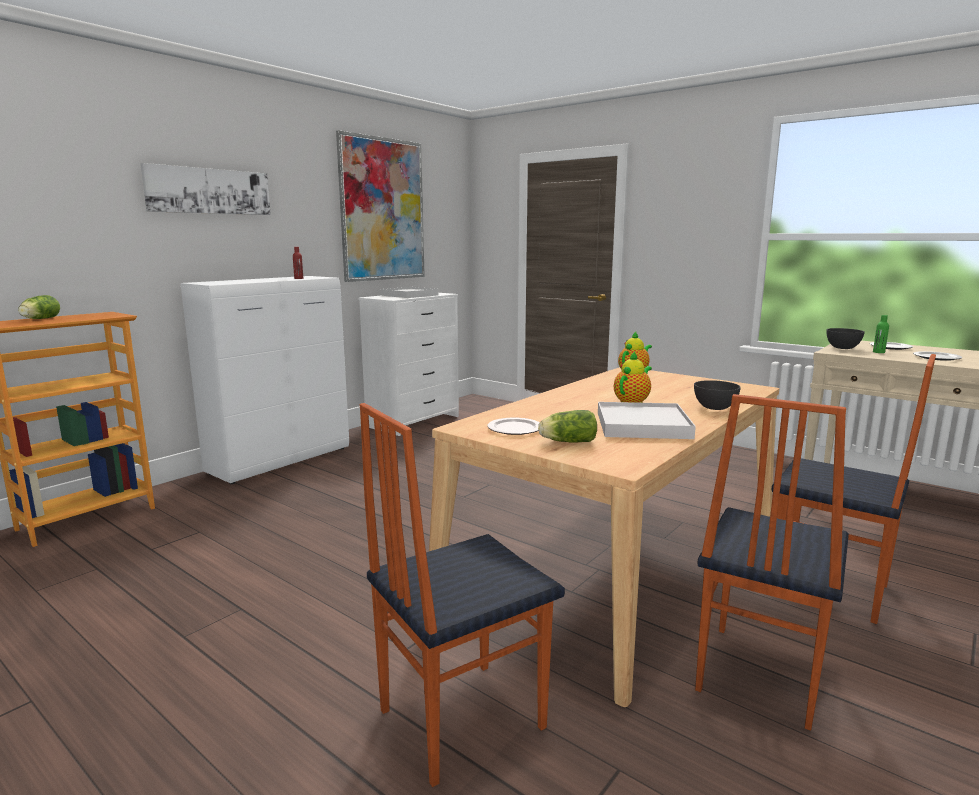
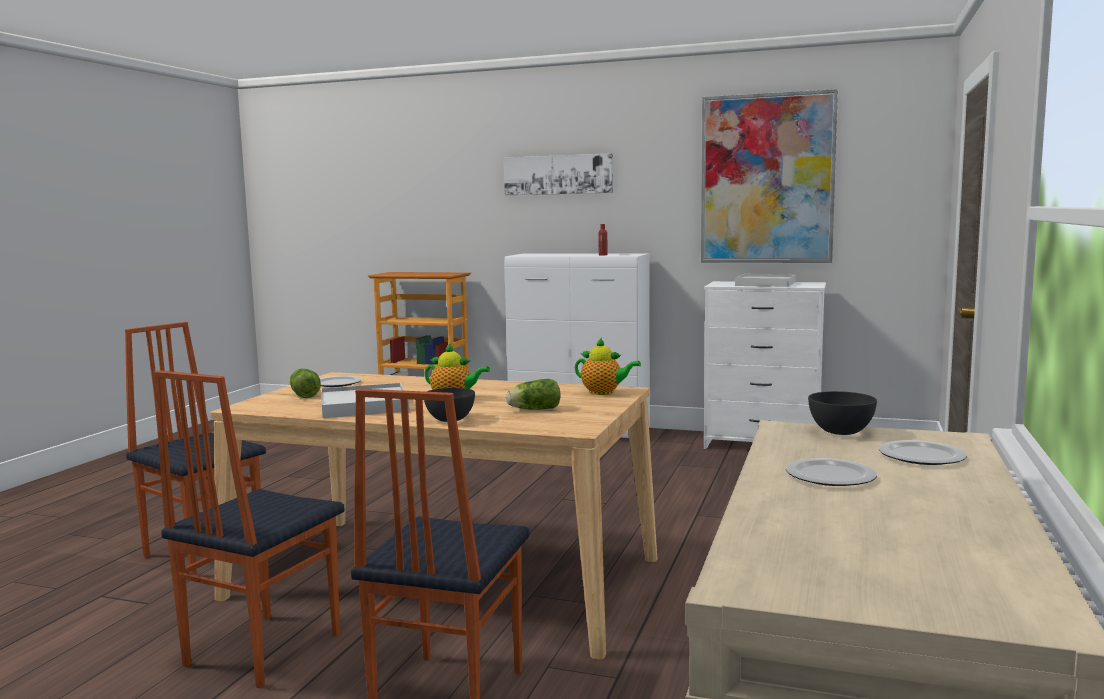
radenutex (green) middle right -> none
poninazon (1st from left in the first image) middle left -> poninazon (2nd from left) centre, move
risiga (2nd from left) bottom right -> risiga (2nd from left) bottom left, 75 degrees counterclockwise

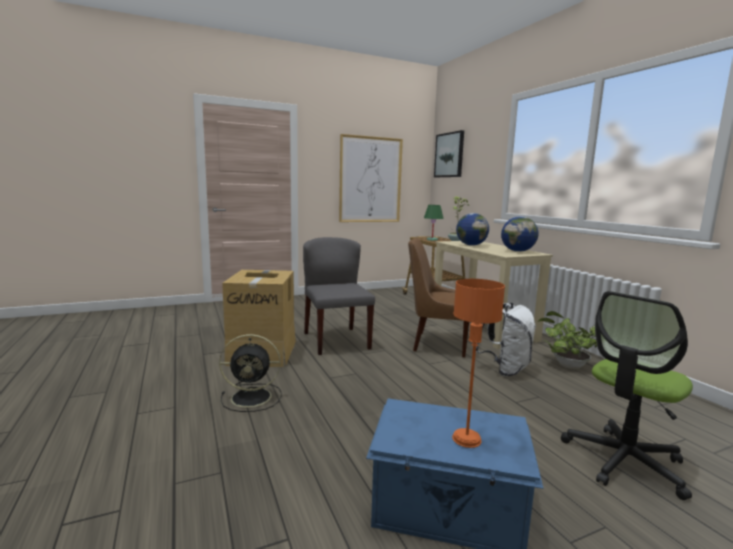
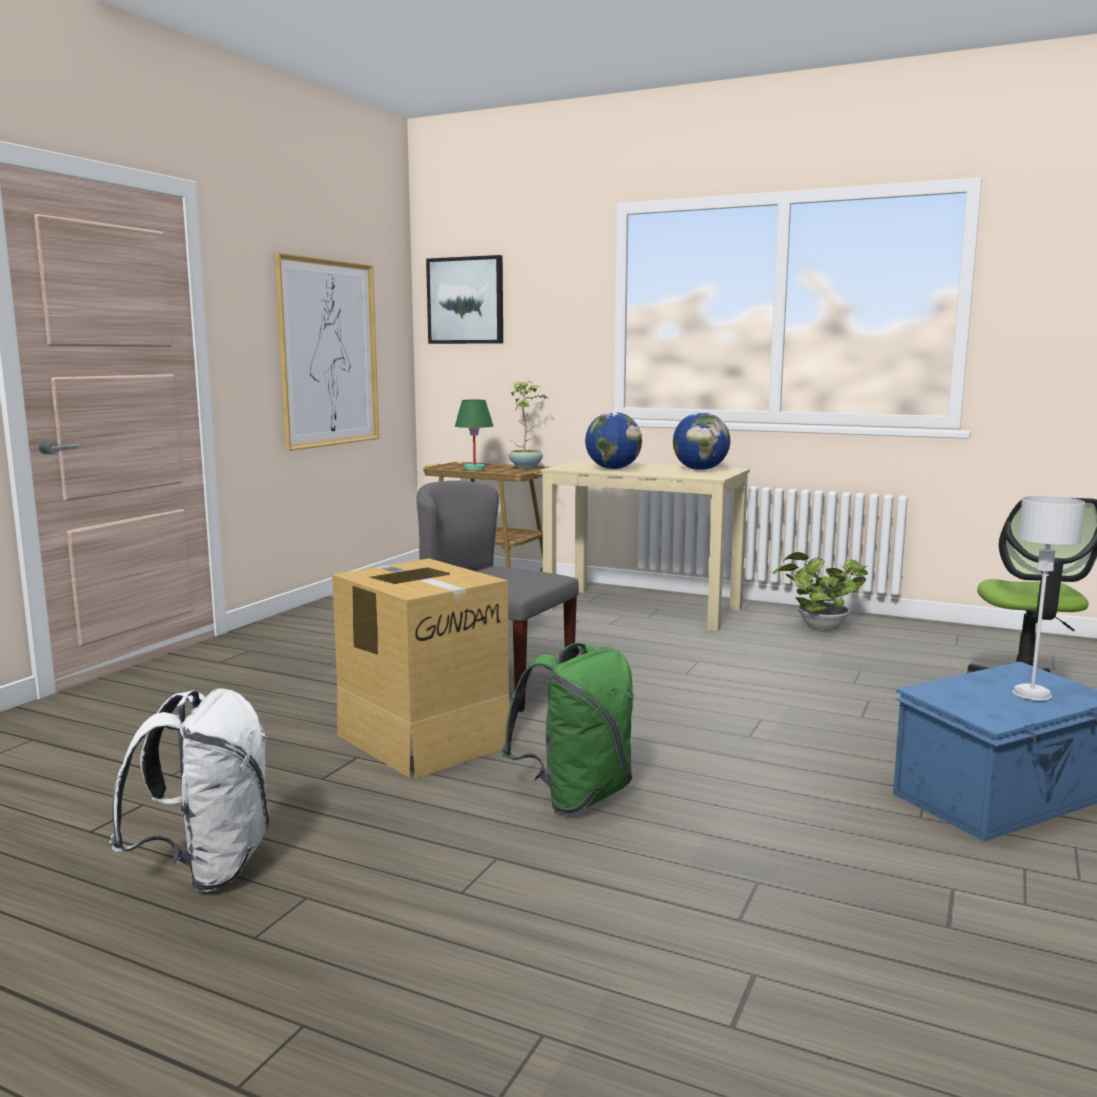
risiga (brown) centre -> none
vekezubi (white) middle right -> vekezubi (white) bottom left, move
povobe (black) bottom centre -> vekezubi (green) centre
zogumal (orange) centre -> zogumal (grey) middle right

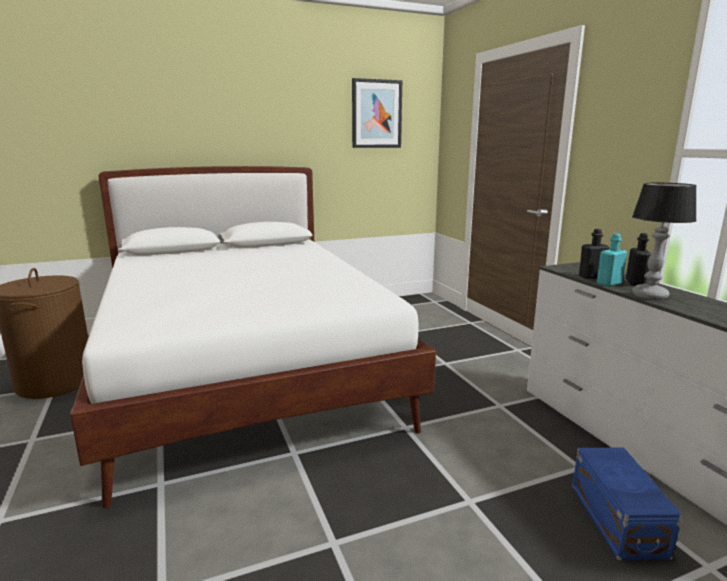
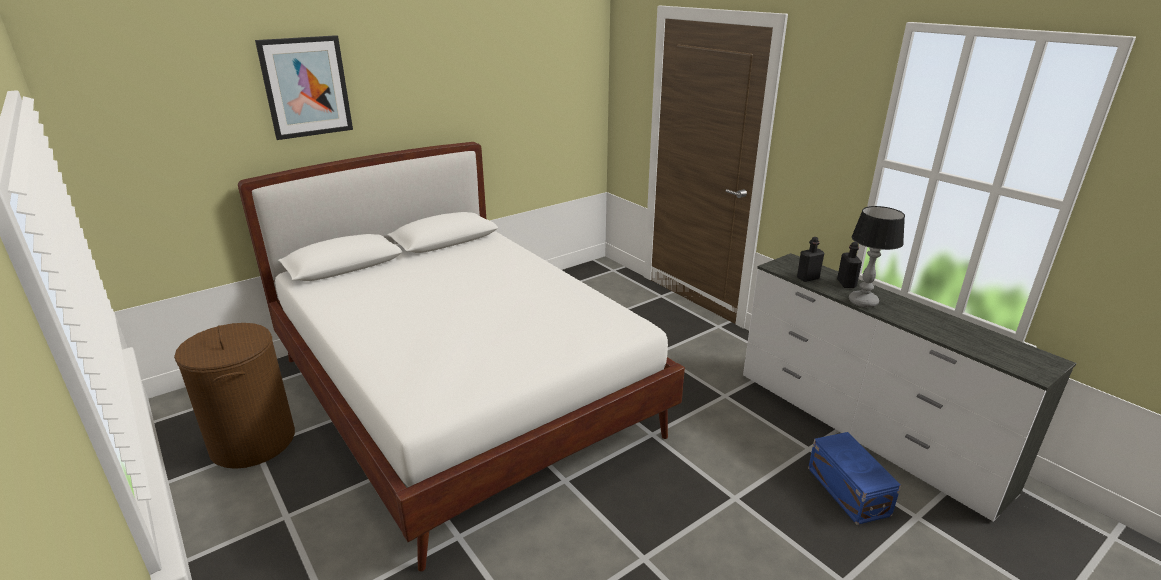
radenutex (turquoise) middle right -> none
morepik top centre -> morepik top left, move

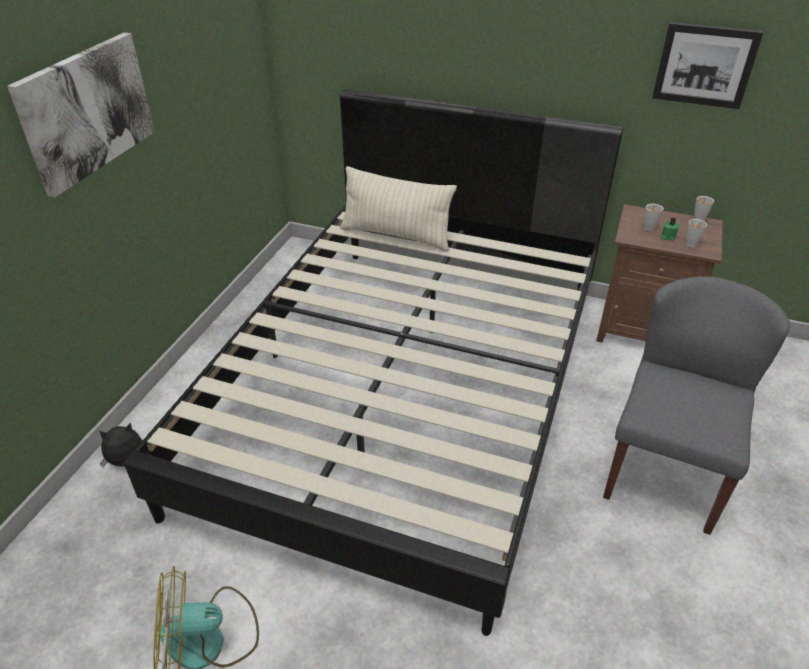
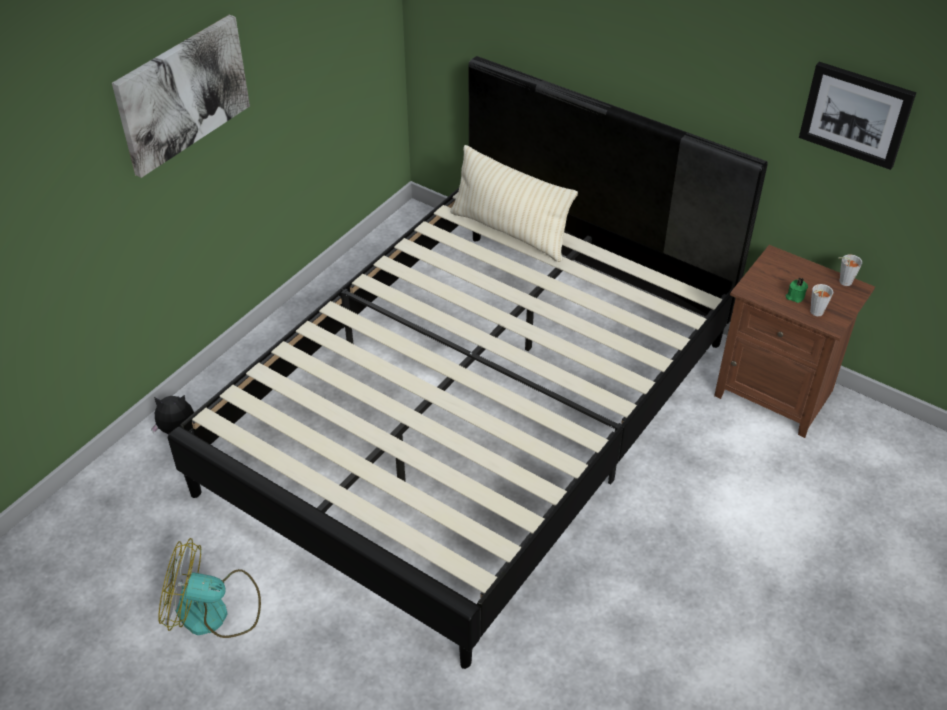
risiga (grey) middle right -> none
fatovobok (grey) (1st from left) top right -> none

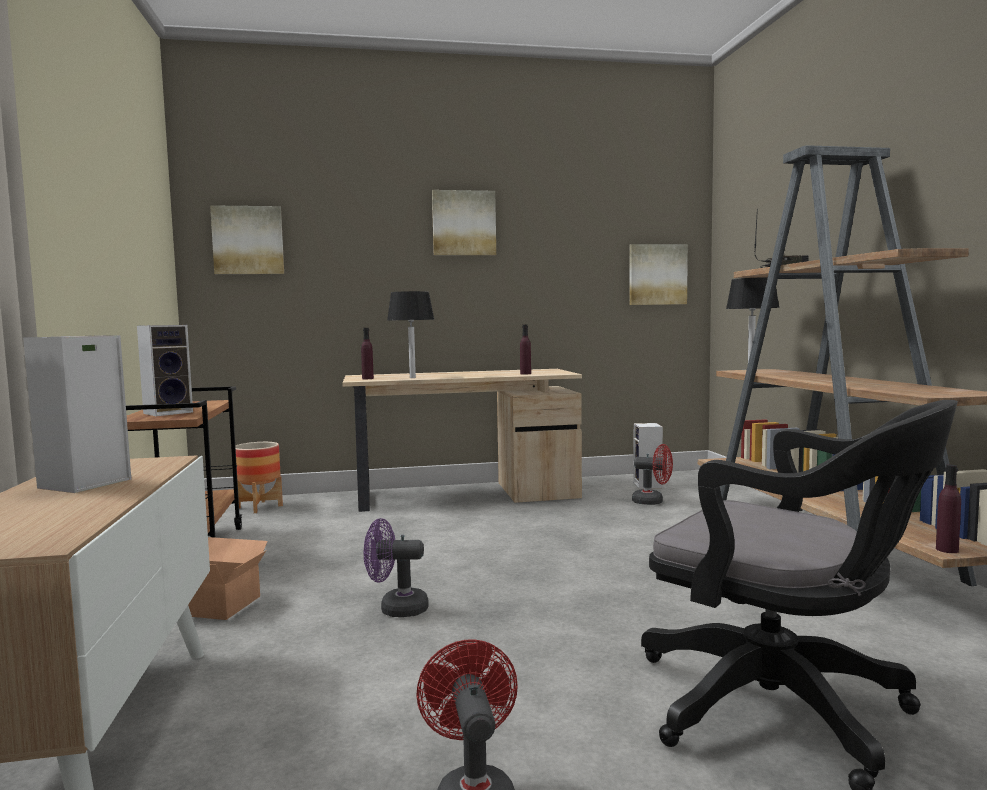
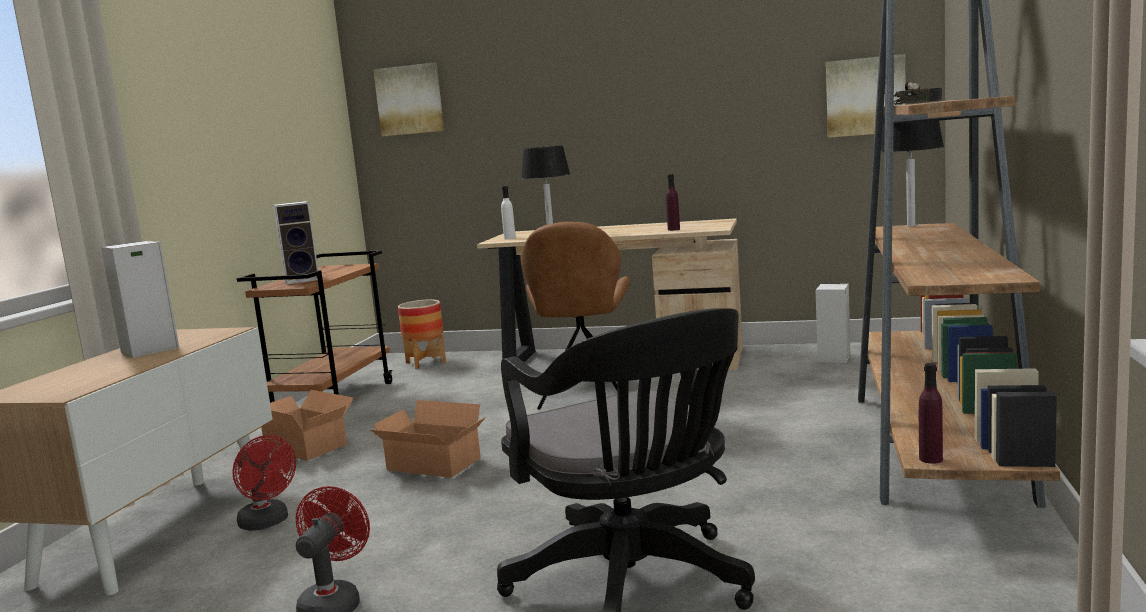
morepik (2nd from left) top centre -> none
none -> risiga (brown) centre
povobe (red) (2nd from left in the first image) centre -> povobe (red) (1st from left) bottom left, move
povobe (purple) bottom centre -> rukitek (2nd from left) bottom centre
radenutex (purple) (1st from left) centre -> radenutex (white) centre

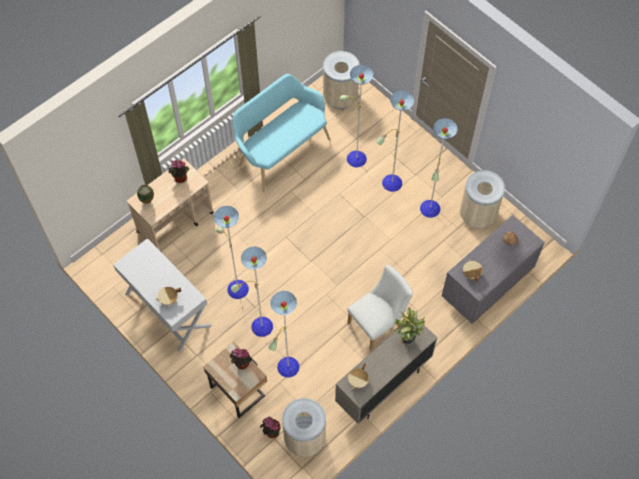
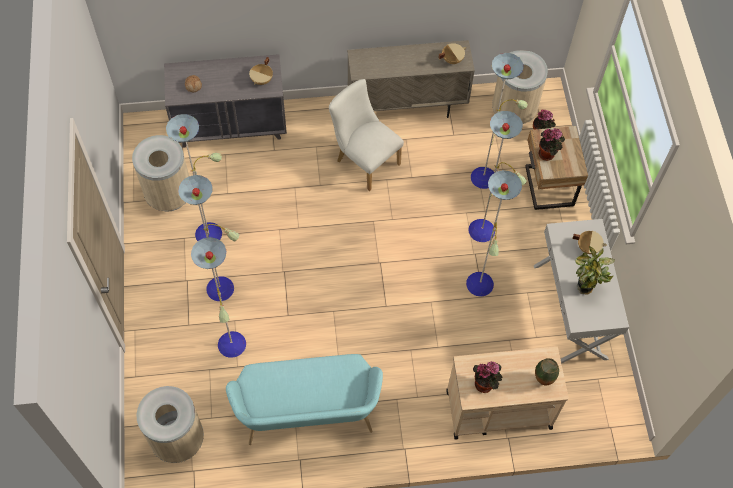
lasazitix (4th from left) bottom centre -> lasazitix (4th from left) middle right, move
risiga (white) centre -> risiga (white) top centre, 45 degrees clockwise

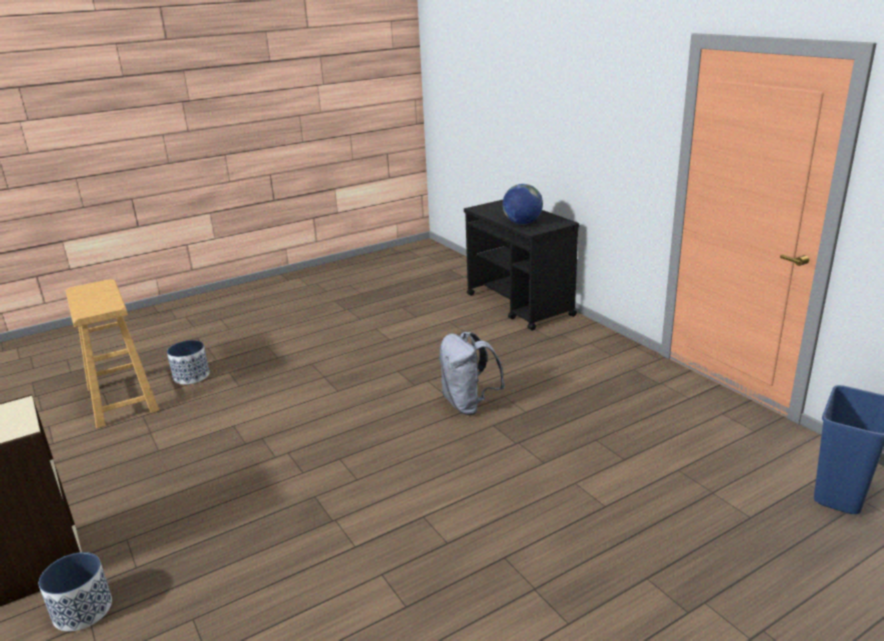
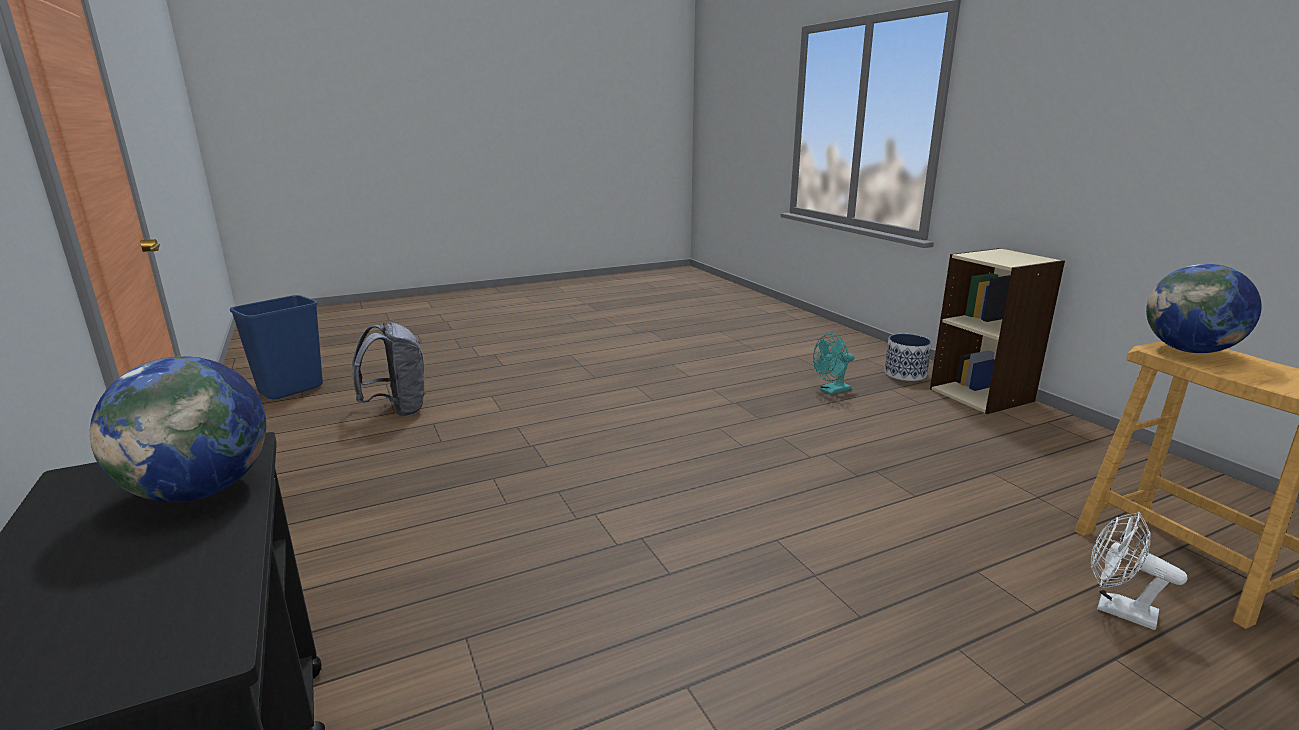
none -> povobe (turquoise) centre
none -> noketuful (2nd from left) middle right
vekezubi (grey) centre -> vekezubi (grey) middle left, move
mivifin (2nd from left) middle left -> povobe (white) bottom right

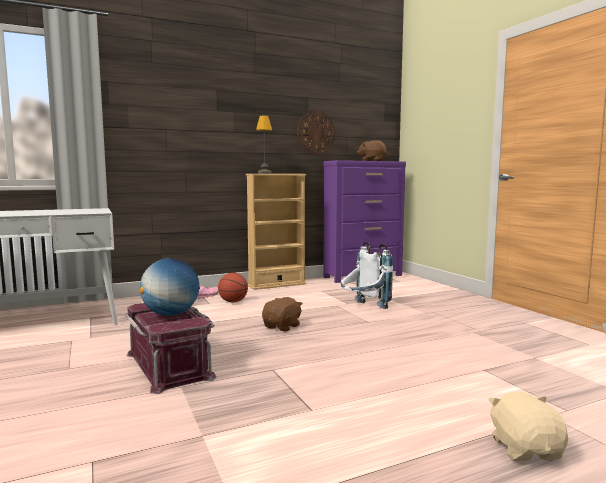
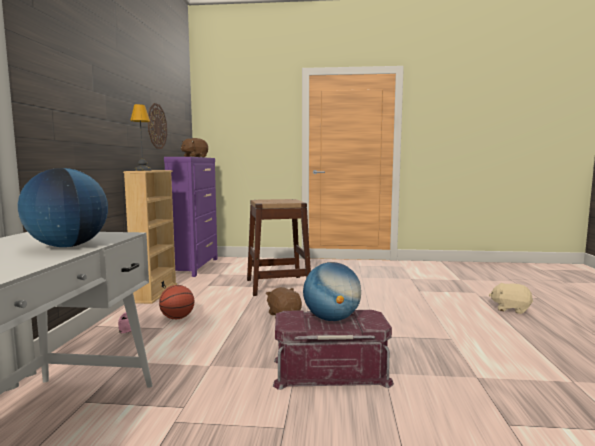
none -> noketuful (1st from left) middle left
vekezubi (white) centre -> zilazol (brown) centre

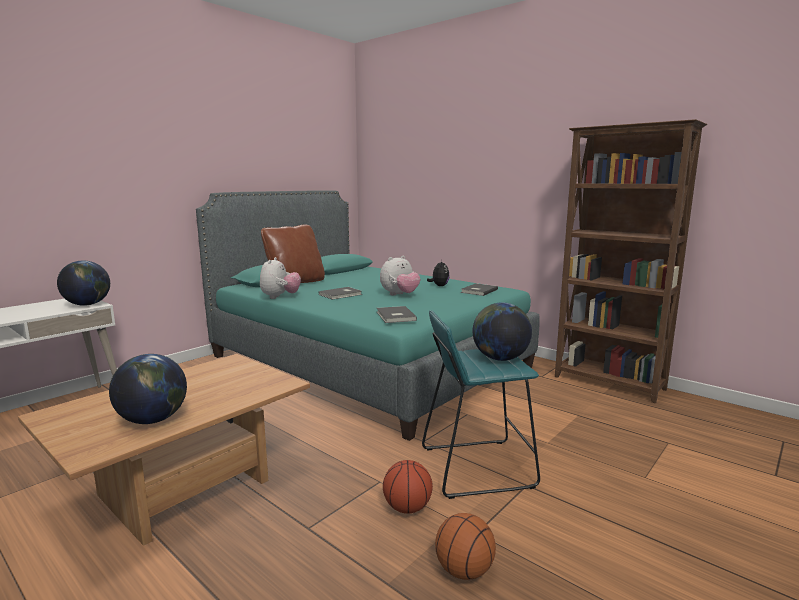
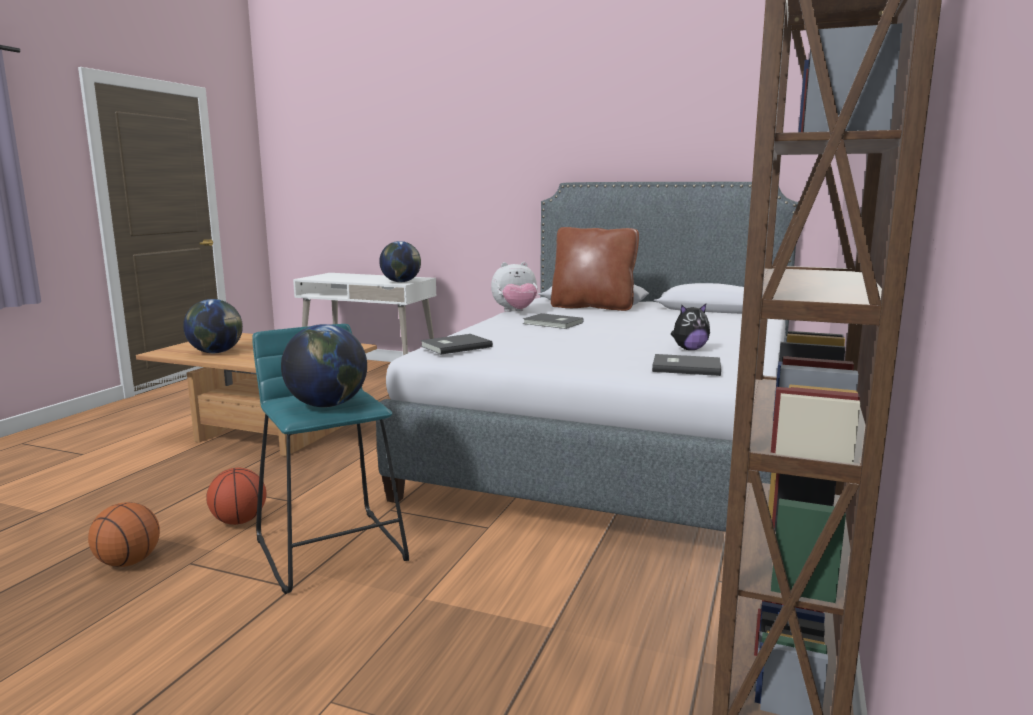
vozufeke (2nd from left) centre -> none
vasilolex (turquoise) centre -> vasilolex (grey) centre

